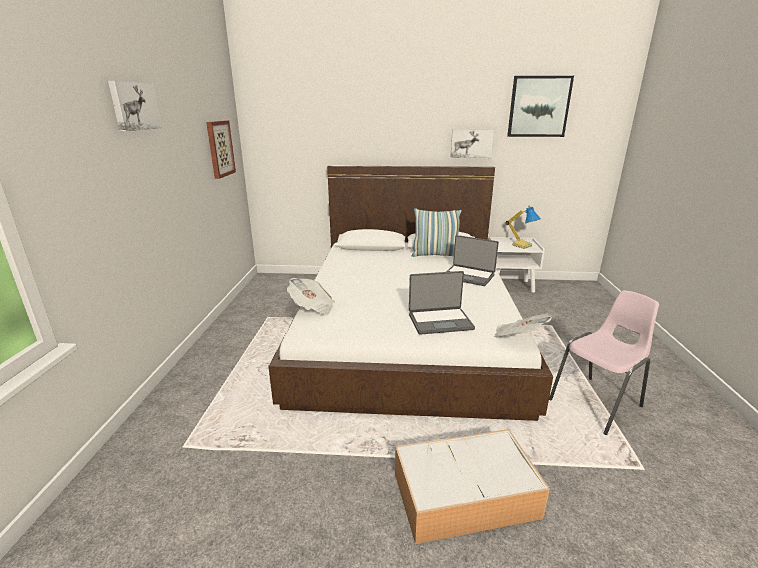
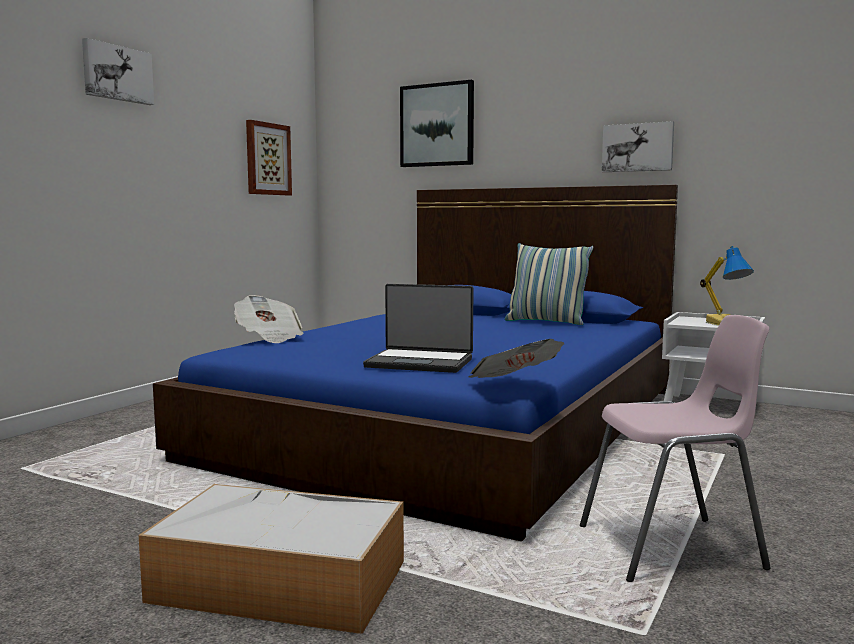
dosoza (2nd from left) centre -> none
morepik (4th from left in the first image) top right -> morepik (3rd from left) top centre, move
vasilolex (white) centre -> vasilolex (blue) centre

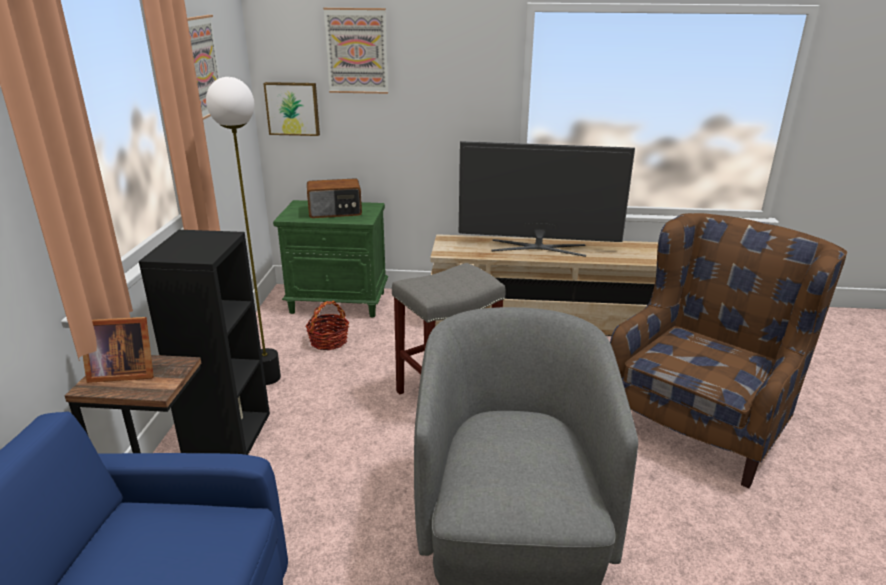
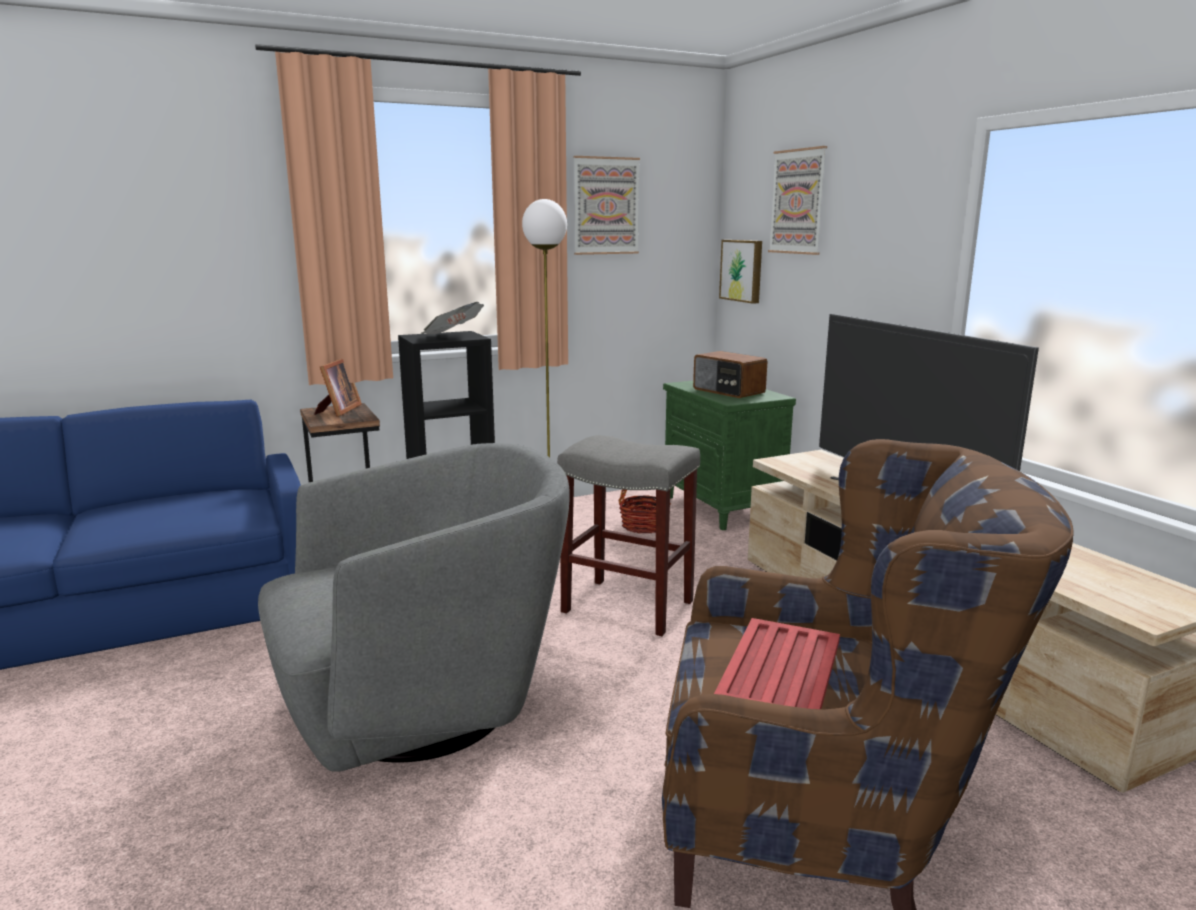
none -> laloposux centre
none -> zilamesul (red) bottom centre
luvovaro middle left, 135 degrees counterclockwise

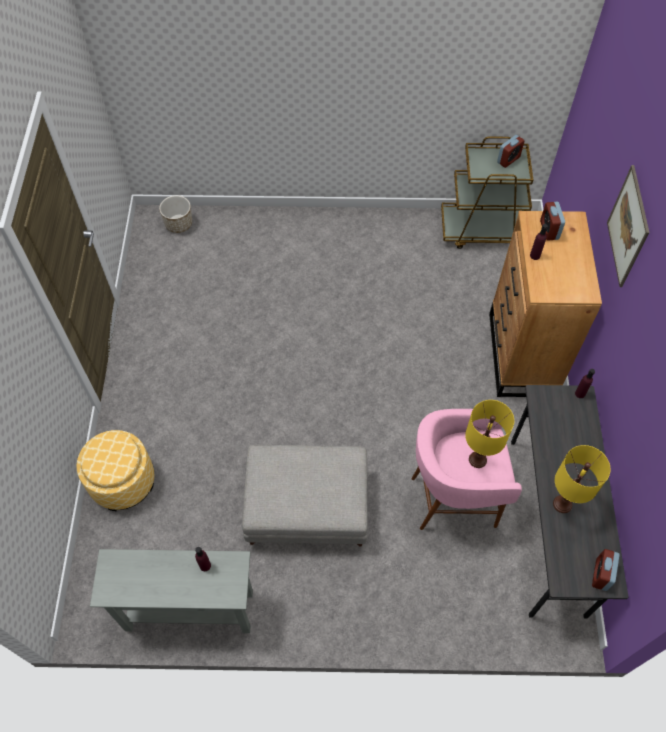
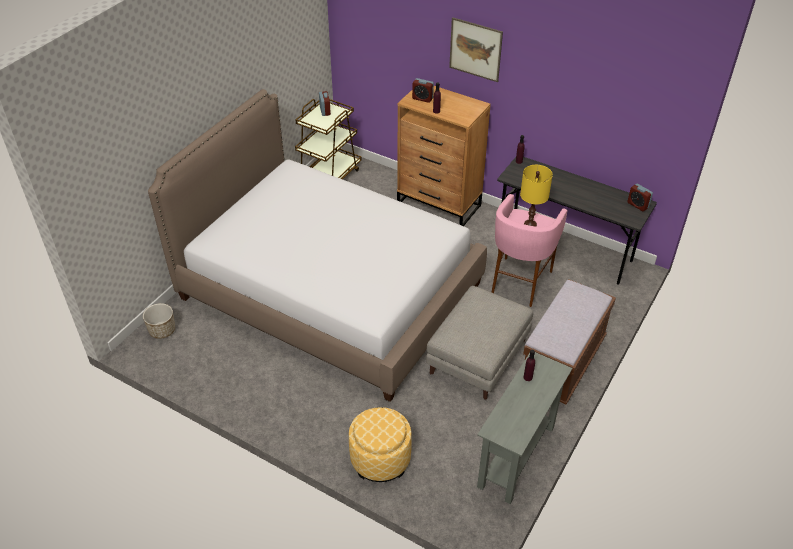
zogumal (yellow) (2nd from left) middle right -> none
none -> vasilolex centre
none -> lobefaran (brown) middle right

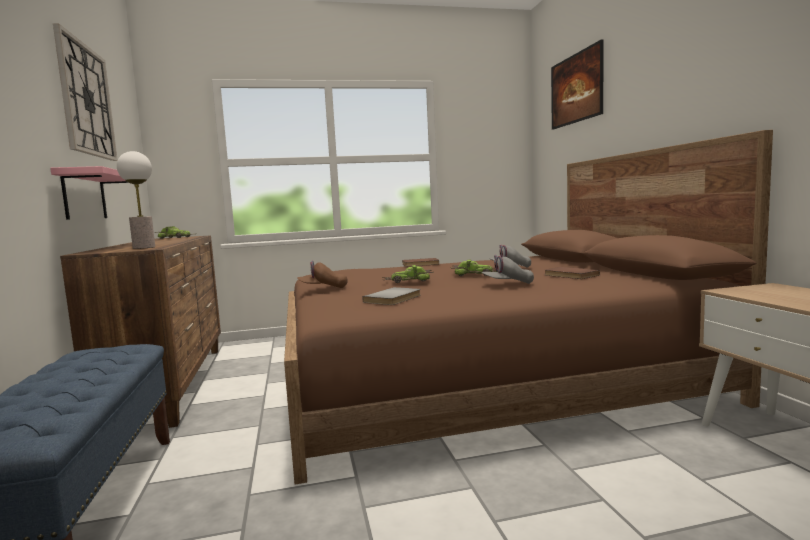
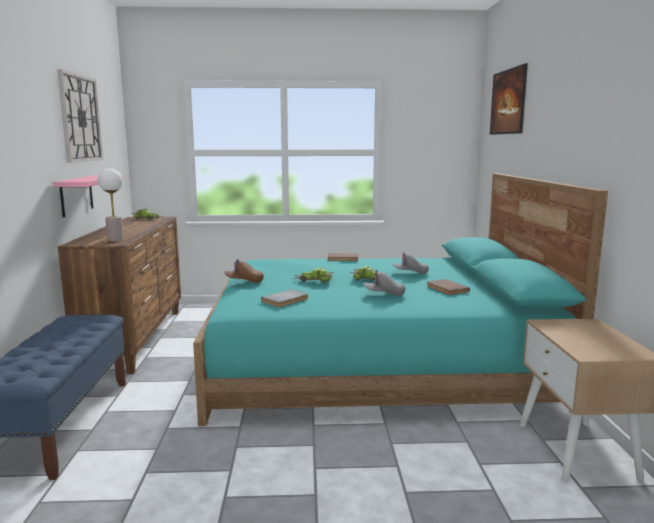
vasilolex (brown) centre -> vasilolex (turquoise) centre

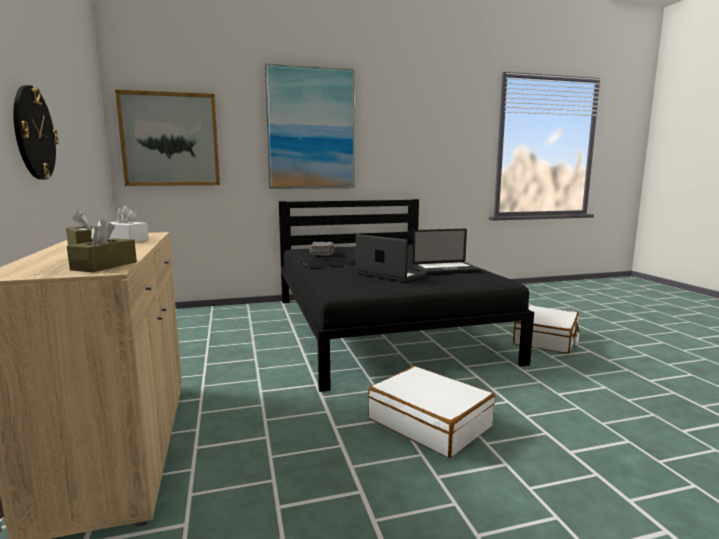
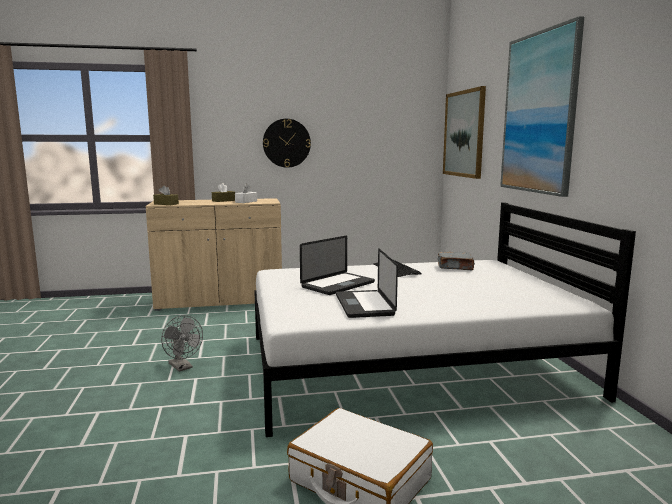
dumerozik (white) (1st from left) bottom centre -> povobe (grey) bottom left
vasilolex (black) centre -> vasilolex (white) centre

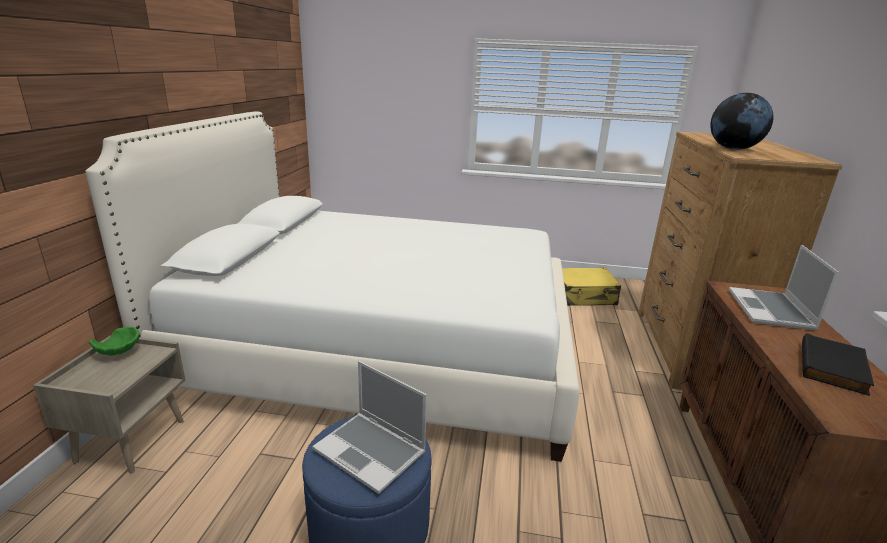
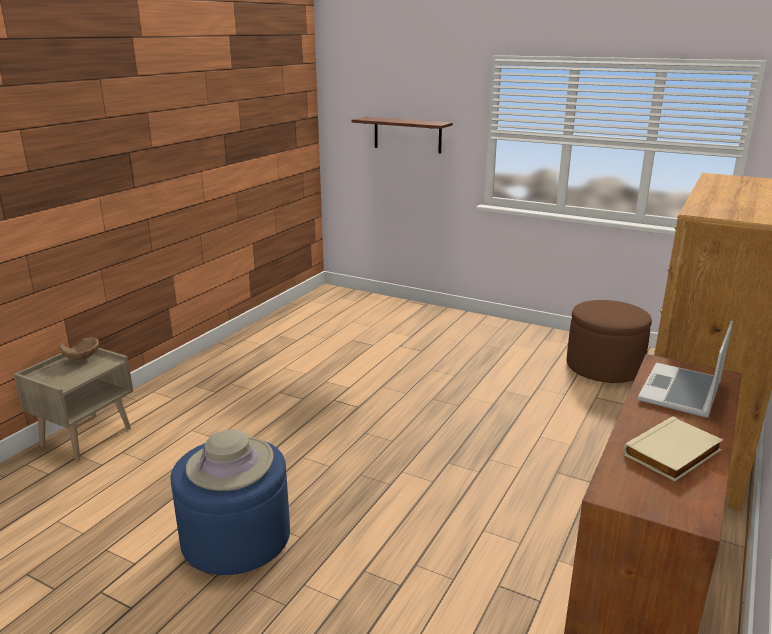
vasilolex (white) centre -> none
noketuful top right -> none
none -> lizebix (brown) top centre
dosoza (1st from left) bottom centre -> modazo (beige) bottom left
dumerozik (yellow) centre -> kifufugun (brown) middle right
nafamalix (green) middle left -> nafamalix (brown) middle left
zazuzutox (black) bottom right -> zazuzutox (beige) bottom right

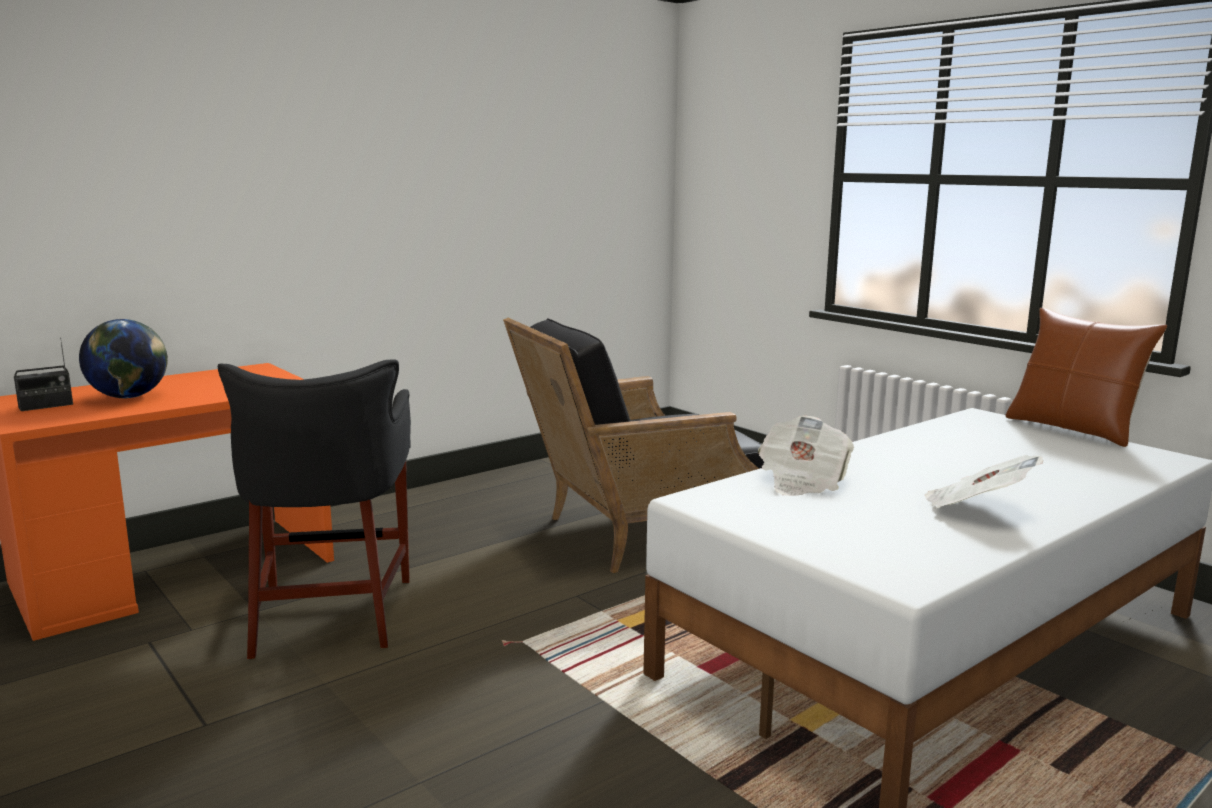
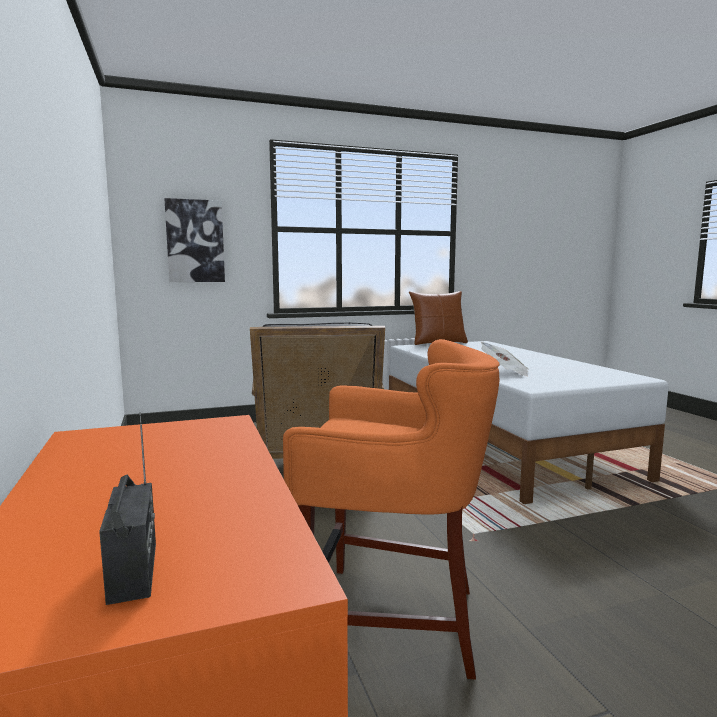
noketuful middle left -> none
laloposux (2nd from left) middle right -> none
none -> morepik middle left
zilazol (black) middle left -> zilazol (orange) bottom centre

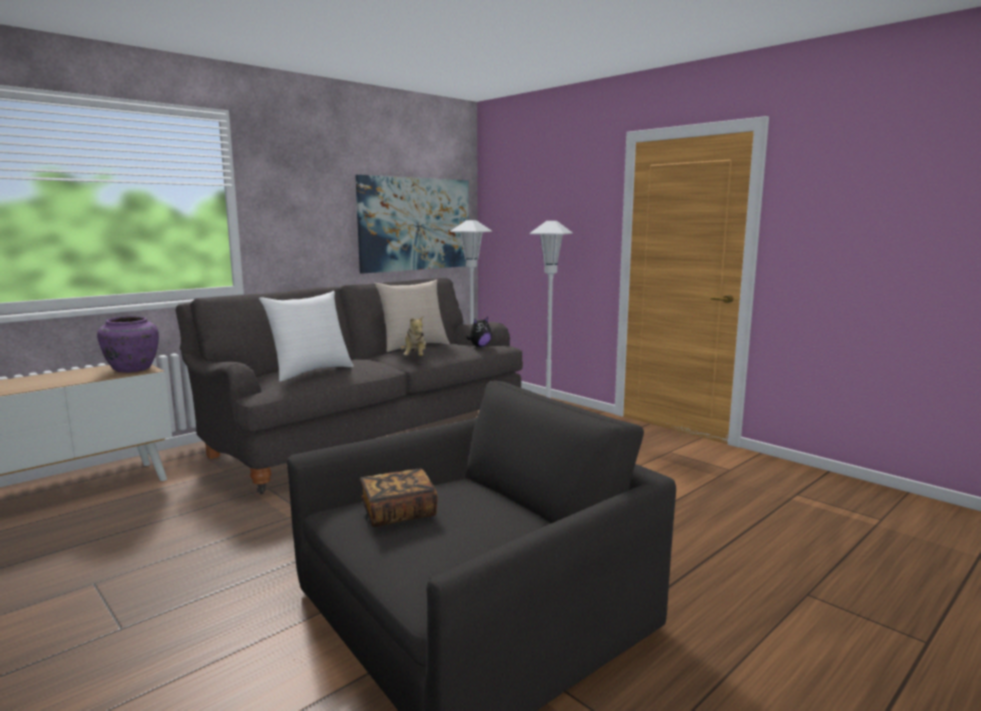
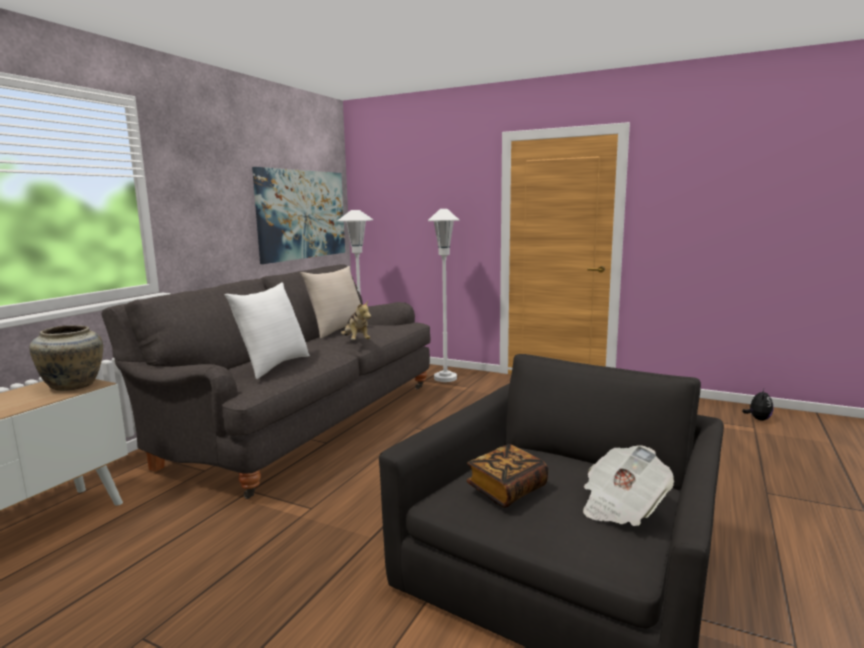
none -> laloposux bottom right
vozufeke (2nd from left) centre -> vozufeke (2nd from left) middle right, move
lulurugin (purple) middle left -> lulurugin (beige) middle left

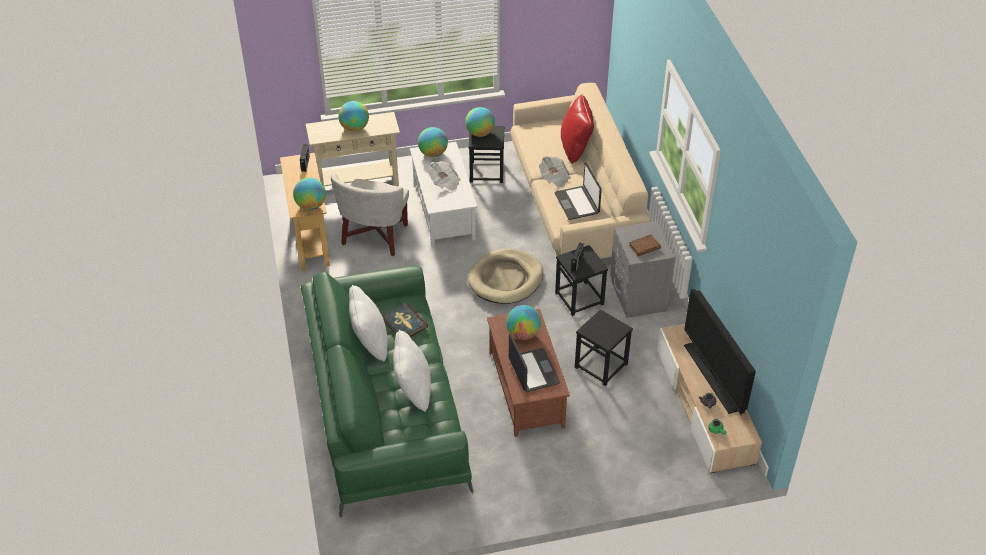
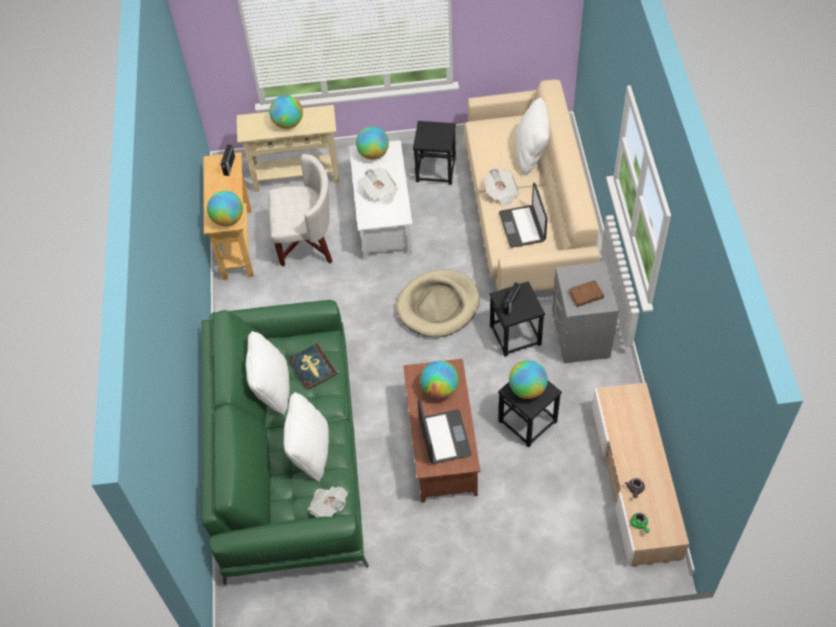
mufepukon middle right -> none
none -> laloposux (1st from left) bottom centre
noketuful (4th from left in the first image) top centre -> noketuful (5th from left) centre, move
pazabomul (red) top centre -> pazabomul (white) (3rd from left) top centre
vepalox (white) centre, 120 degrees counterclockwise

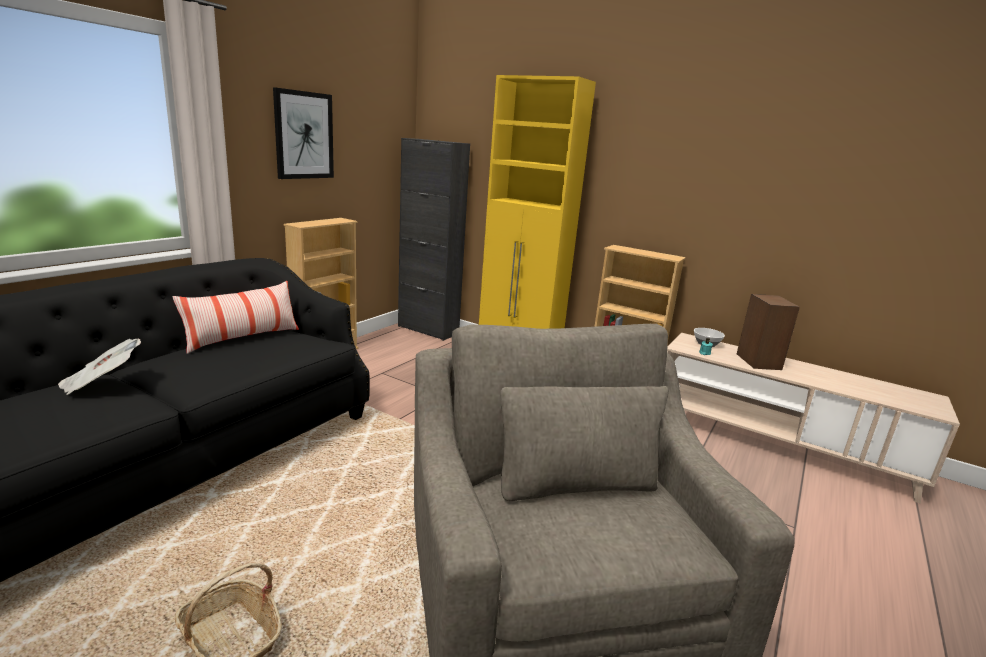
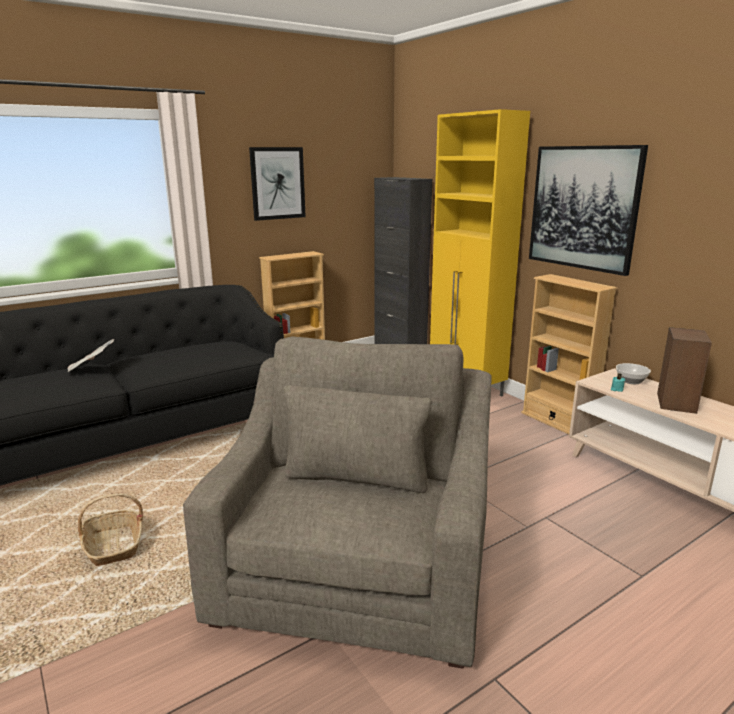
pazabomul middle left -> none
none -> morepik (2nd from left) top right

